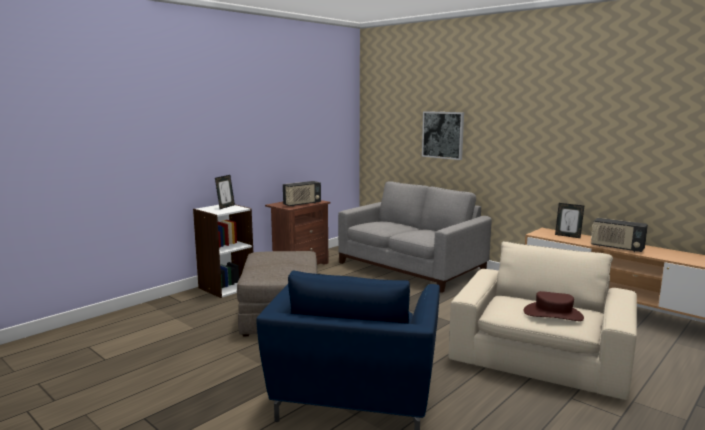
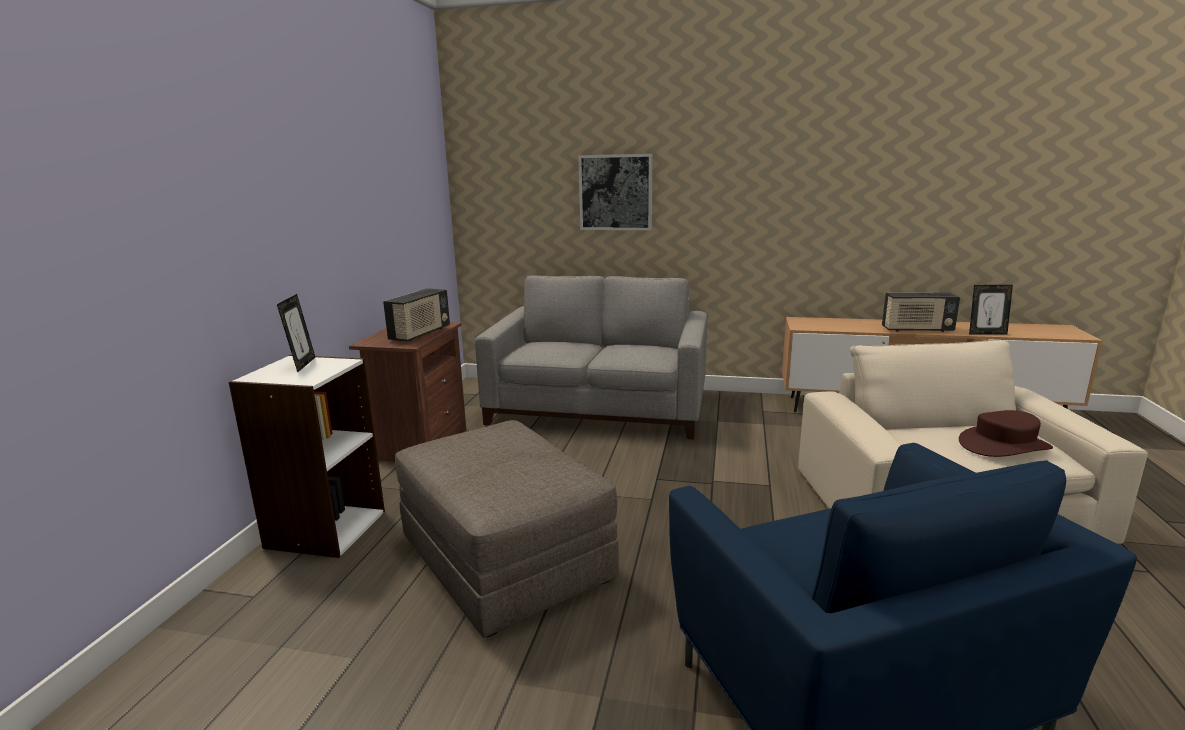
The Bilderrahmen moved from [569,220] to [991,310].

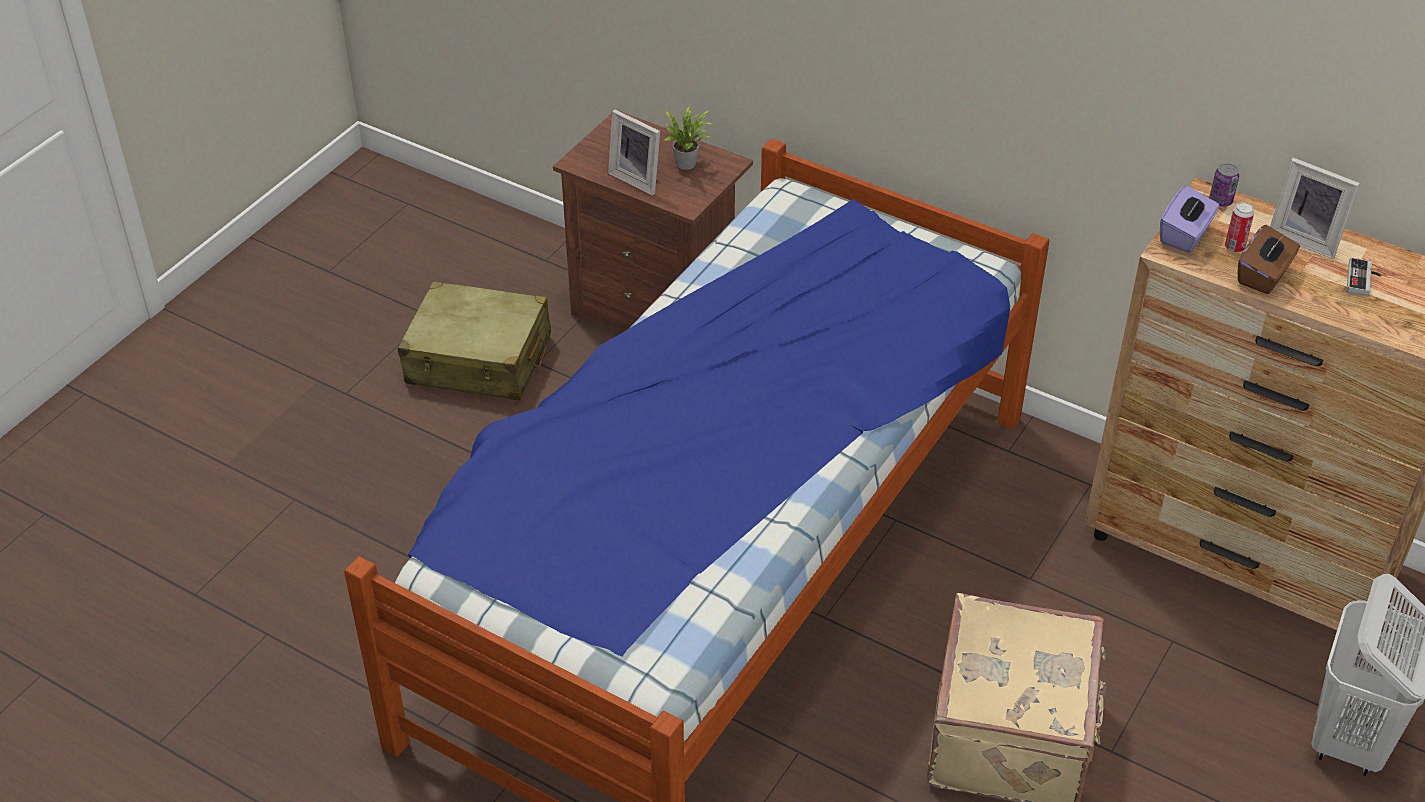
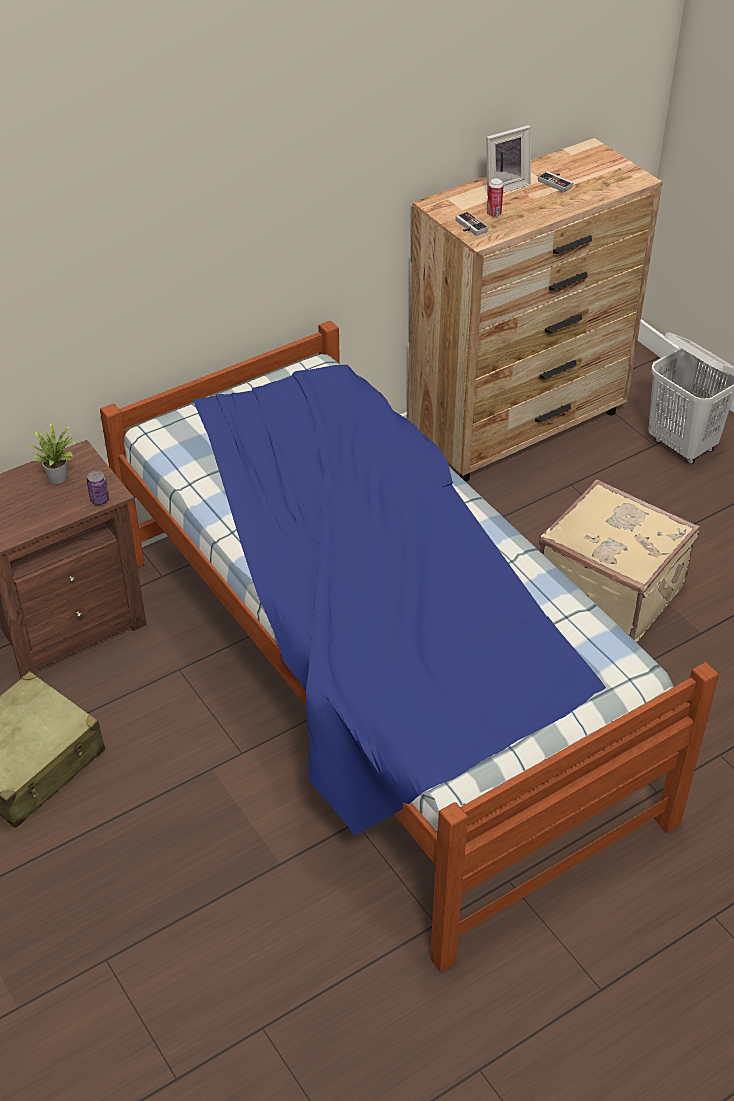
The Dose moved from [1224,185] to [98,488].
The Taschentuchbox/lila at [1190,219] was replaced by the Gamepad at [472,224].
The Bilderrahmen at [634,152] disappeared.
The Taschentuchbox/braun at [1269,259] disappeared.

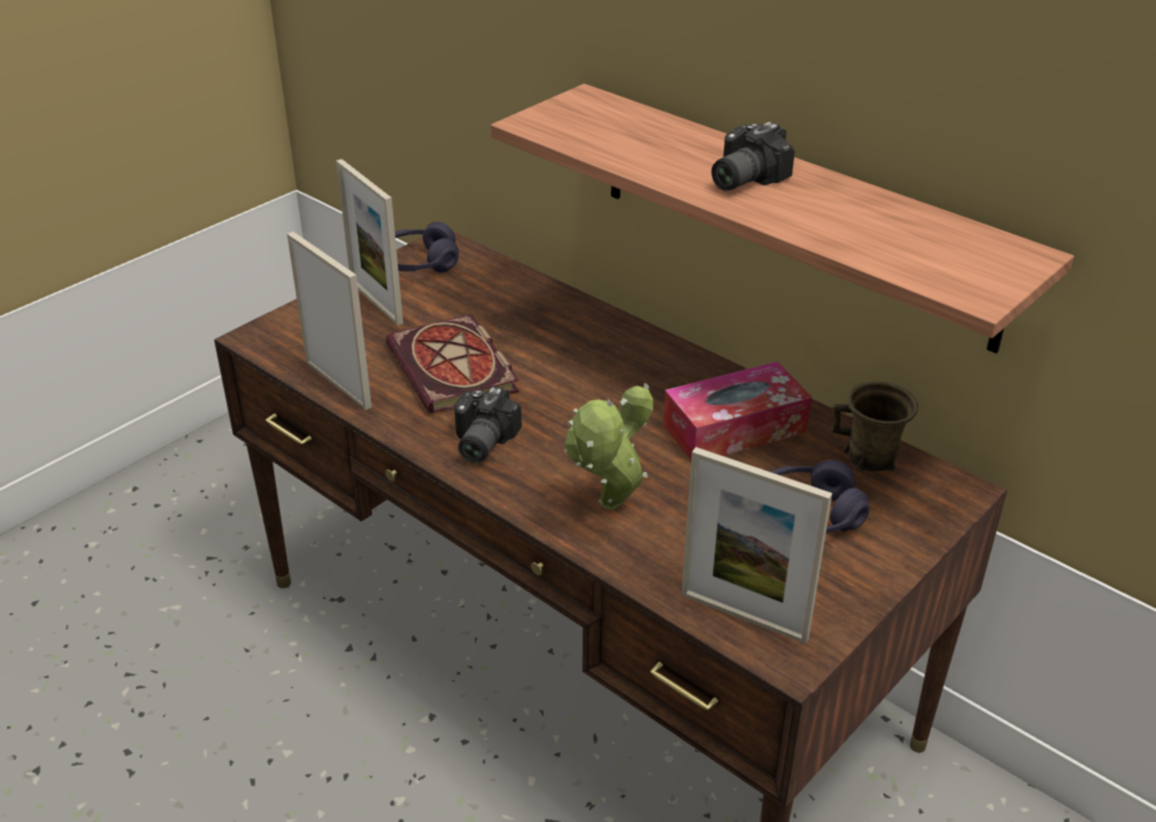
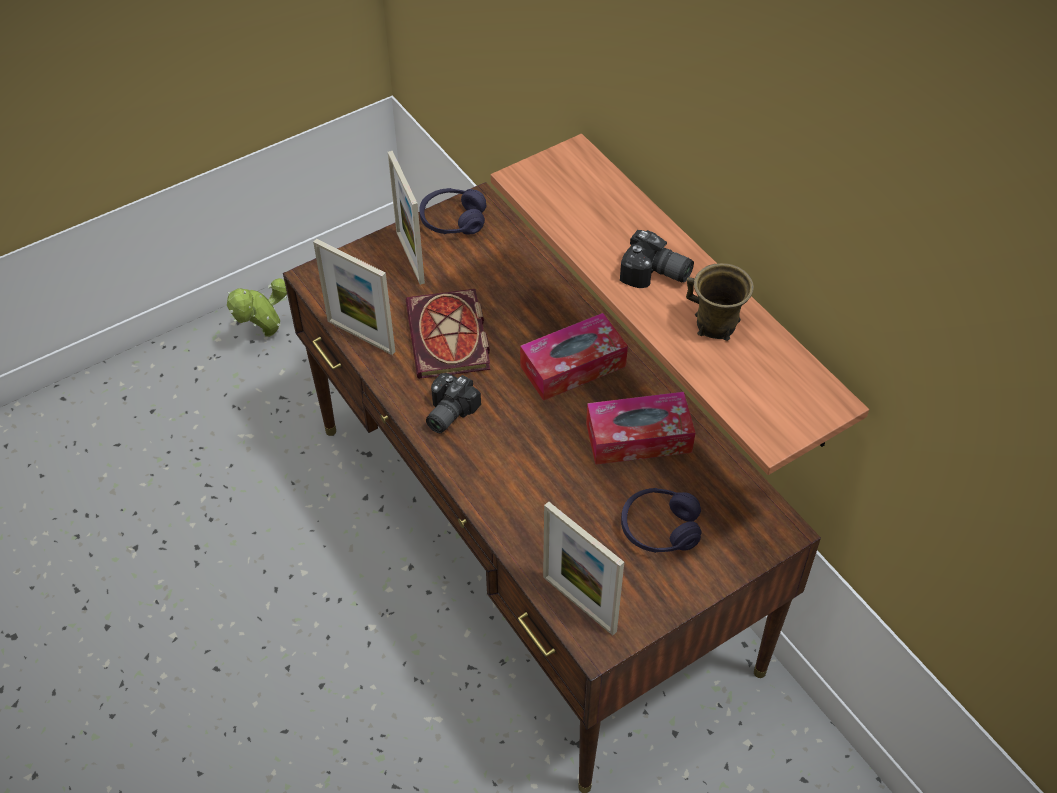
The Topfpflanze moved from [608,446] to [257,307].
The Bilderrahmen at [329,321] turned 150 degrees clockwise.
The Taschentuchbox at [574,357] appeared.
The Kamera at [753,156] turned 120 degrees counterclockwise.
The Henkelbecher/braun moved from [874,426] to [720,302].

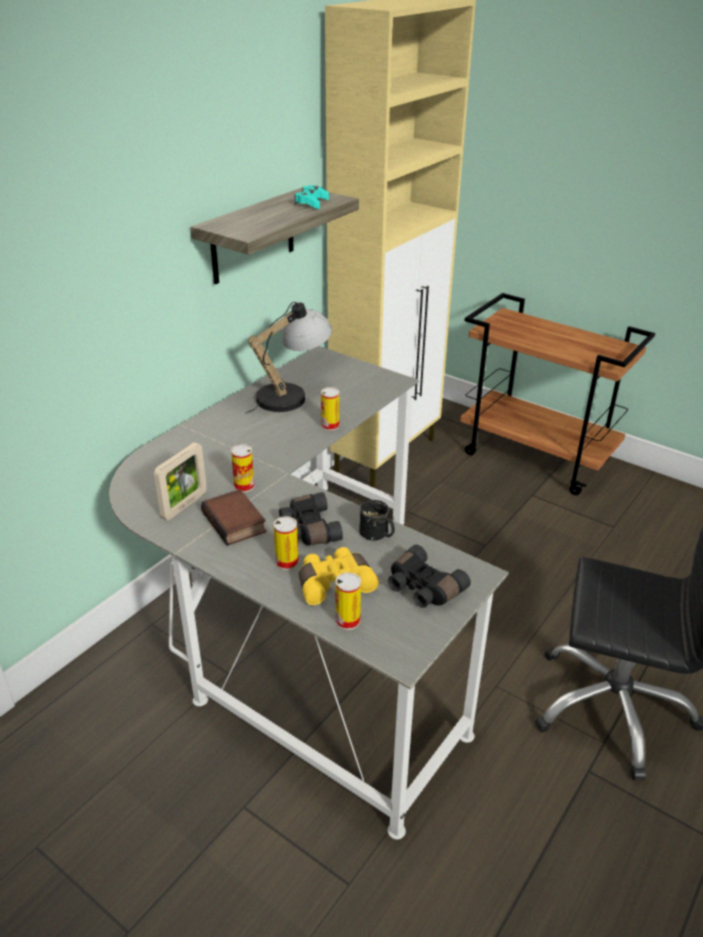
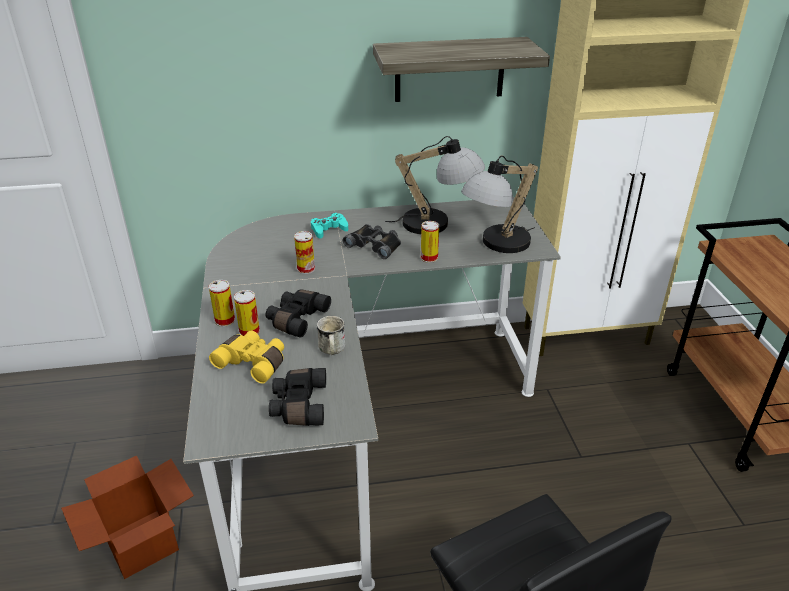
The Karton at [127,517] appeared.
The Dose moved from [348,601] to [222,303].
The Gamepad/türkis moved from [312,197] to [329,226].
The Henkelbecher/schwarz at [377,520] became the Henkelbecher/weiß at [331,335].
The Fernglas/schwarz at [372,241] appeared.
The Tischlampe at [499,204] appeared.
The Bilderrahmen at [180,481] disappeared.
The Buch at [233,517] disappeared.

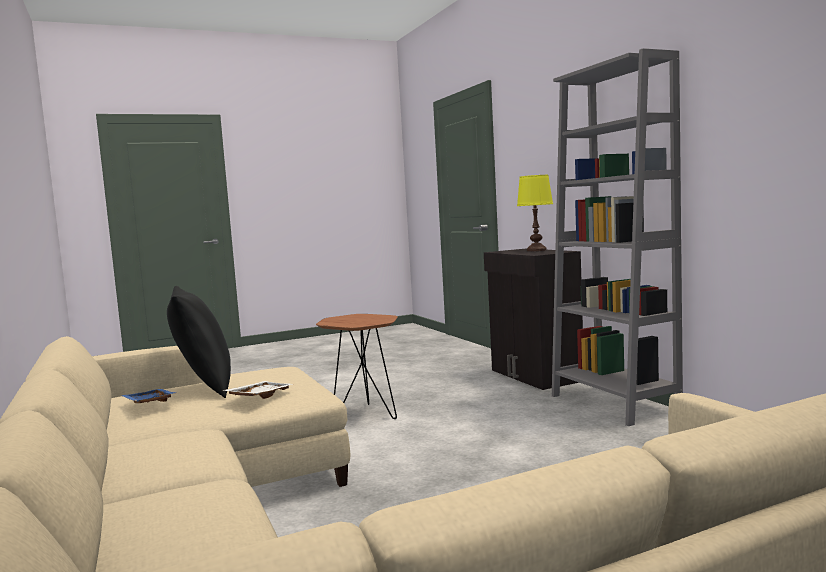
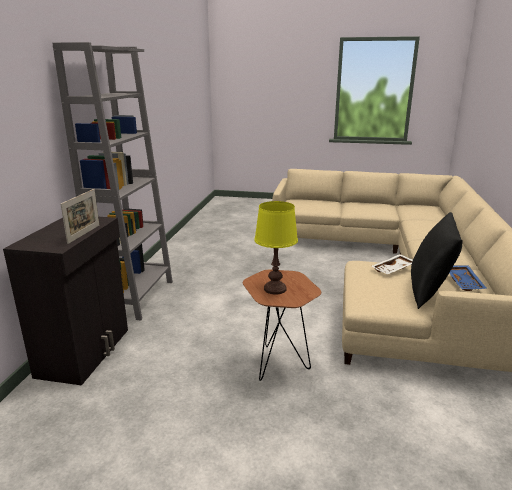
The Bilderrahmen at [80,216] appeared.
The Tischlampe/gelb moved from [535,213] to [276,248].

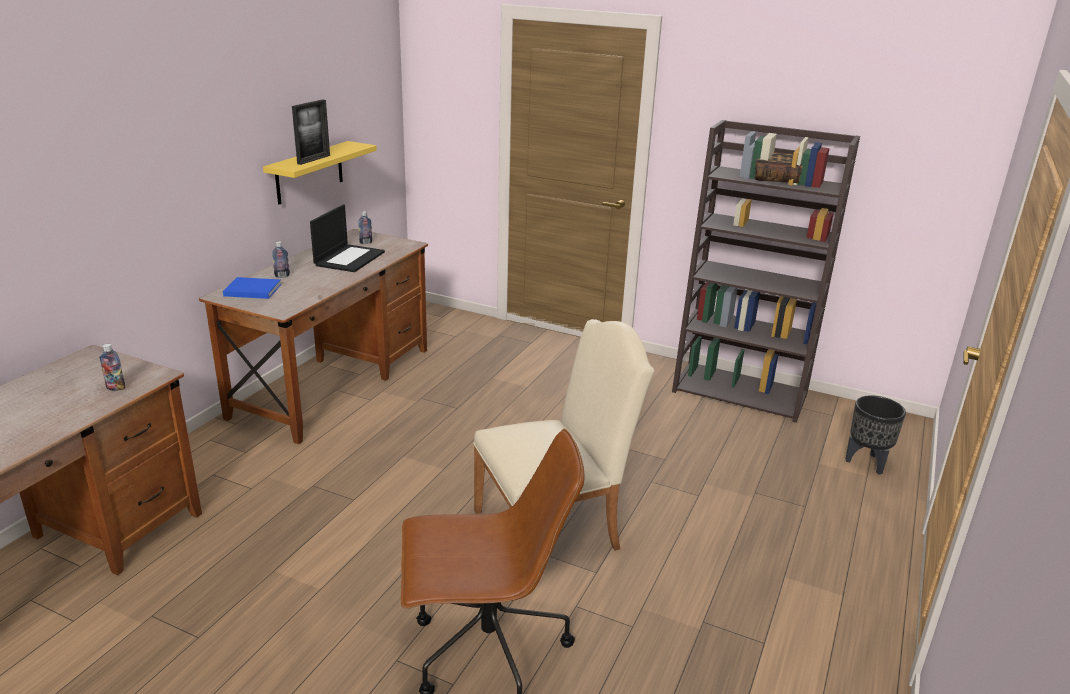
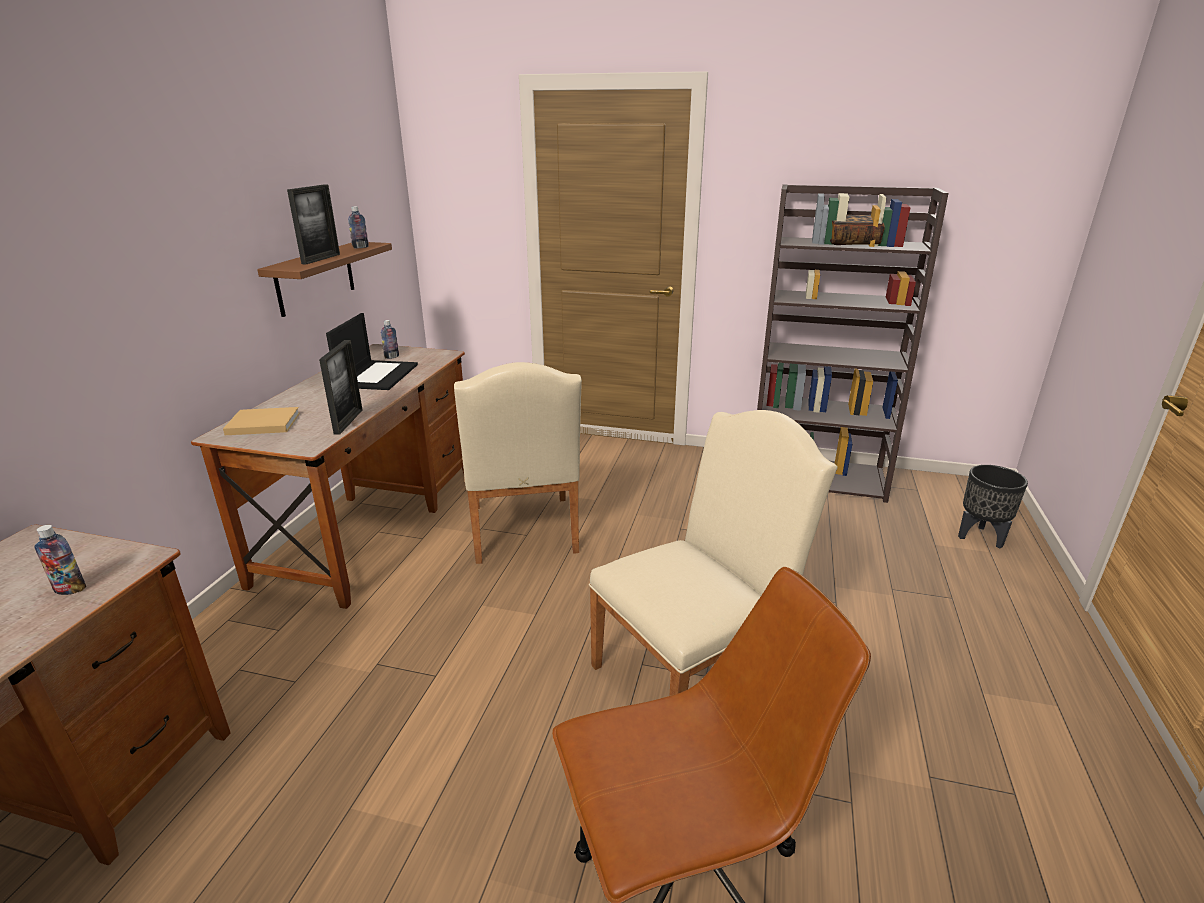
The Buch/blau at [252,288] became the Buch/beige at [261,421].
The Wandregal/gelb at [320,172] became the Wandregal/braun at [324,279].
The Bilderrahmen at [340,387] appeared.
The Flasche moved from [281,259] to [358,227].
The Stuhl/beige at [518,463] appeared.

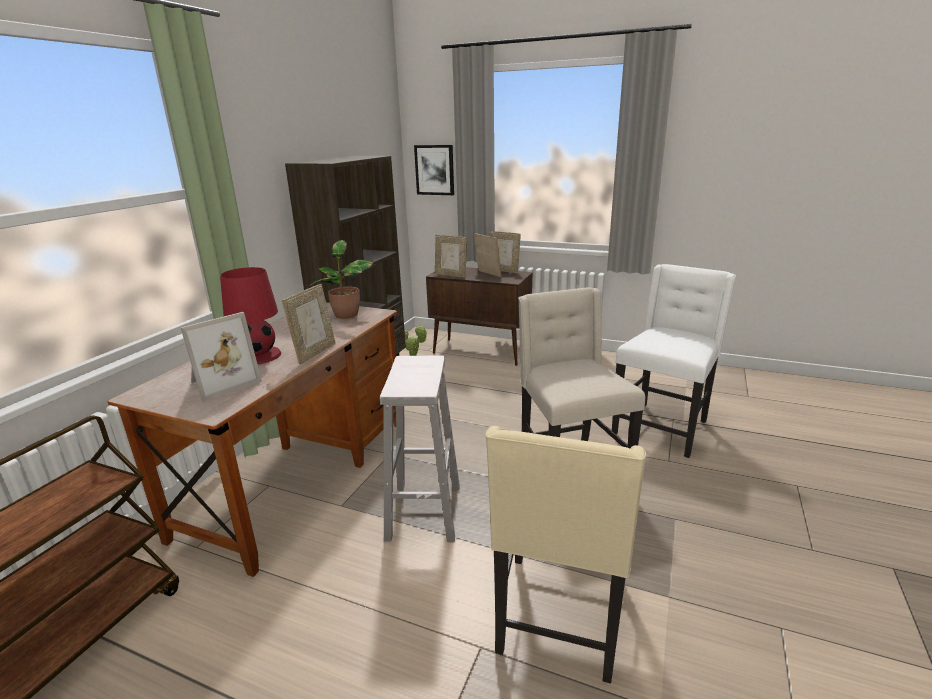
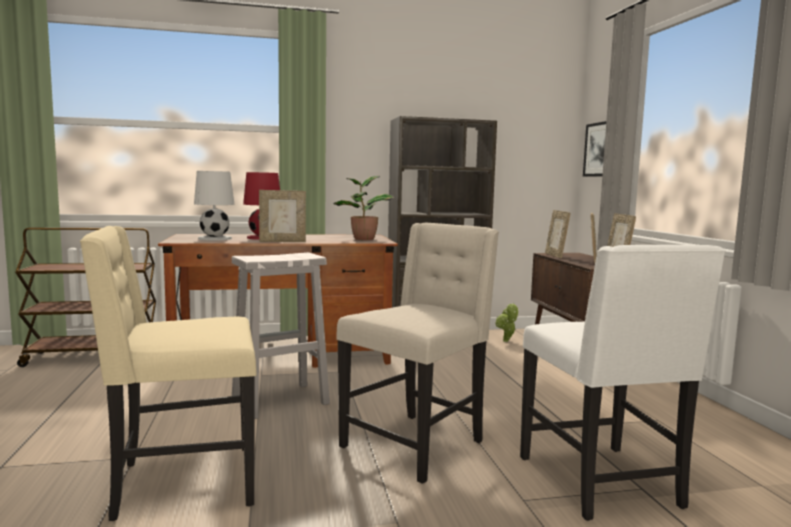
The Bilderrahmen at [221,357] was replaced by the Tischlampe/weiß at [214,206].
The Stuhl/weiß at [674,361] turned 75 degrees clockwise.

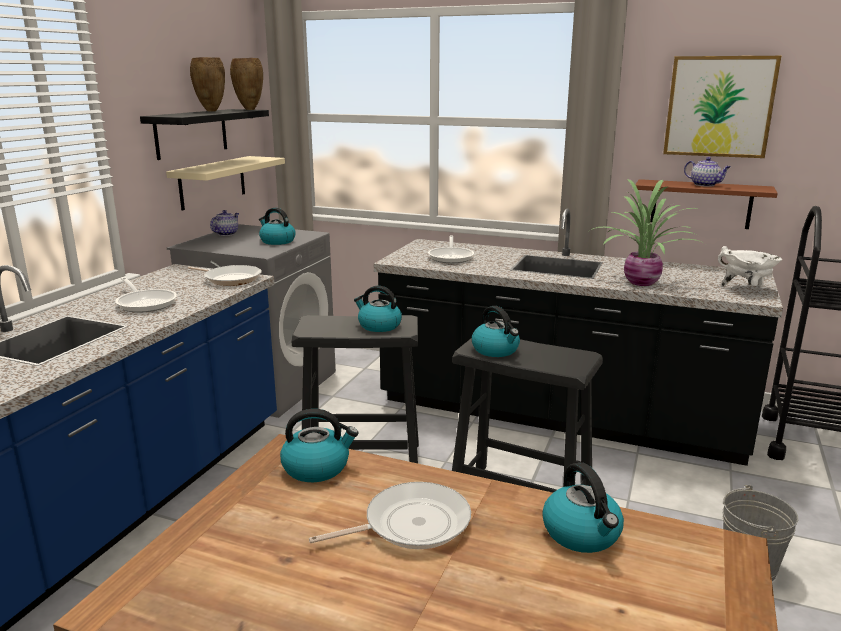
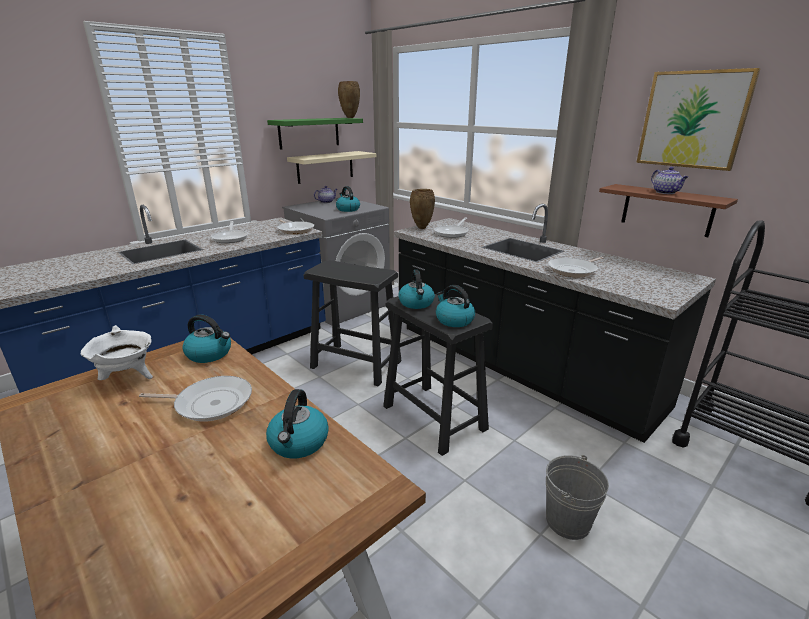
The Kochtopf/weiß moved from [750,266] to [117,352].
The Wandregal/schwarz at [204,134] became the Wandregal/grün at [315,134].
The Vase/braun moved from [207,84] to [422,209].
The Wasserkessel moved from [378,309] to [455,306].
The Topfpflanze at [648,232] was replaced by the Pfanne at [575,267].

